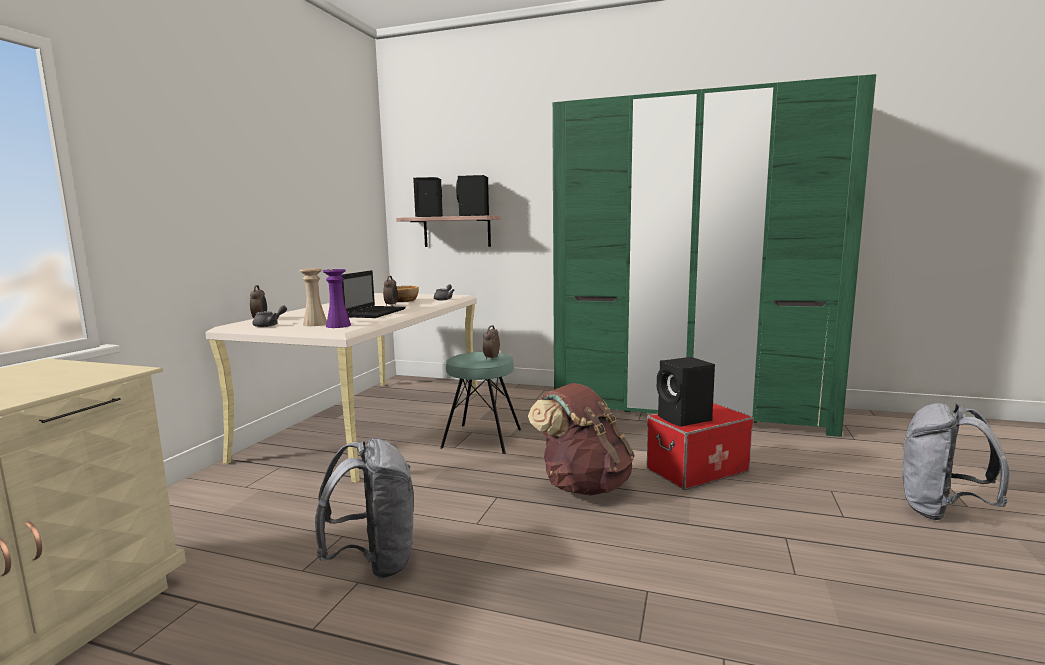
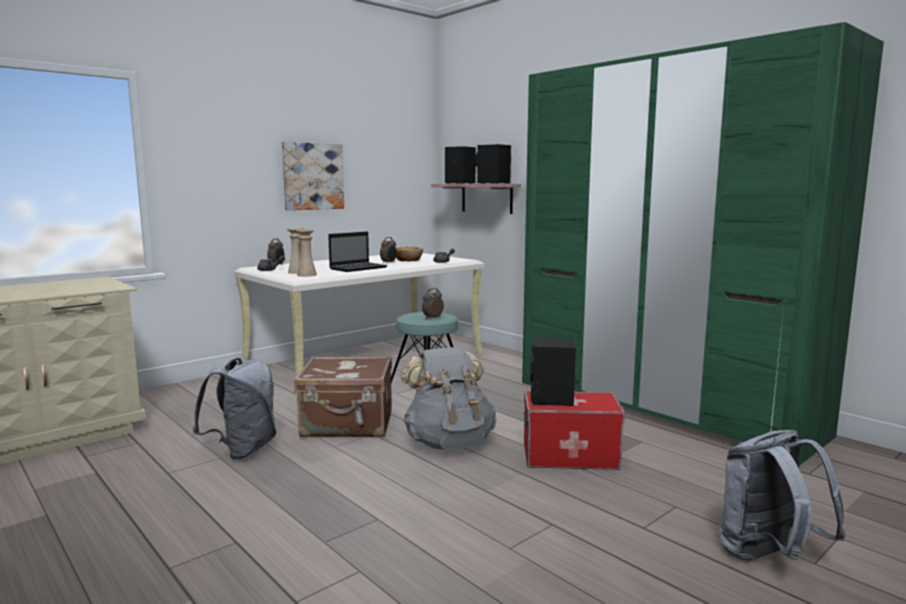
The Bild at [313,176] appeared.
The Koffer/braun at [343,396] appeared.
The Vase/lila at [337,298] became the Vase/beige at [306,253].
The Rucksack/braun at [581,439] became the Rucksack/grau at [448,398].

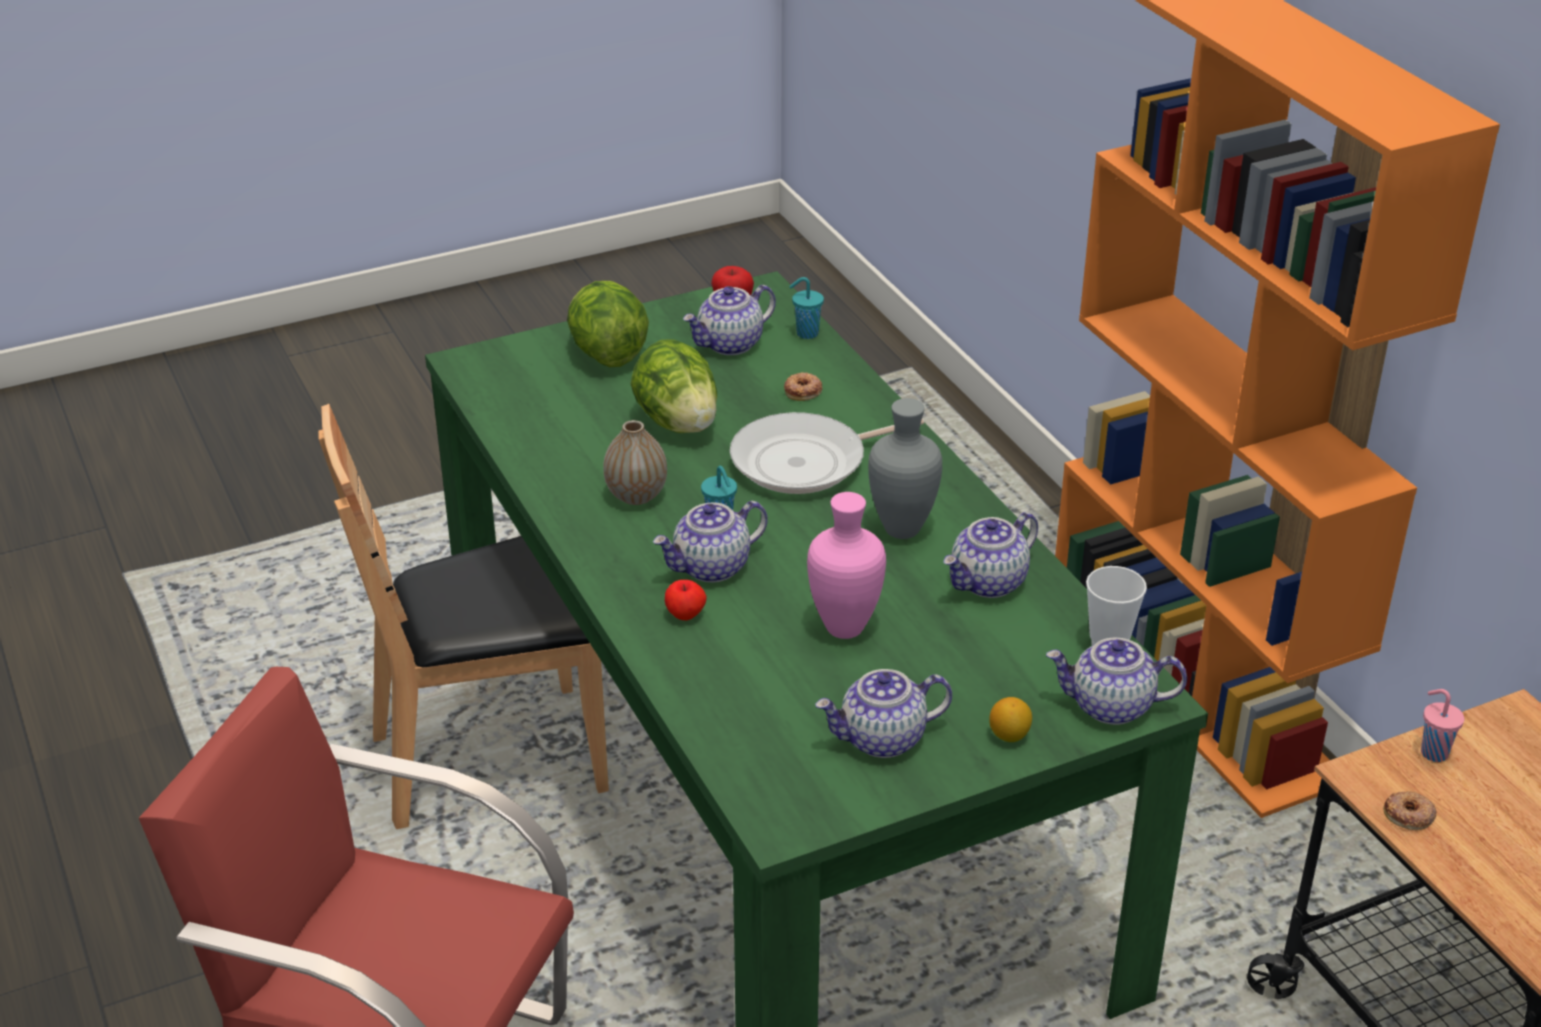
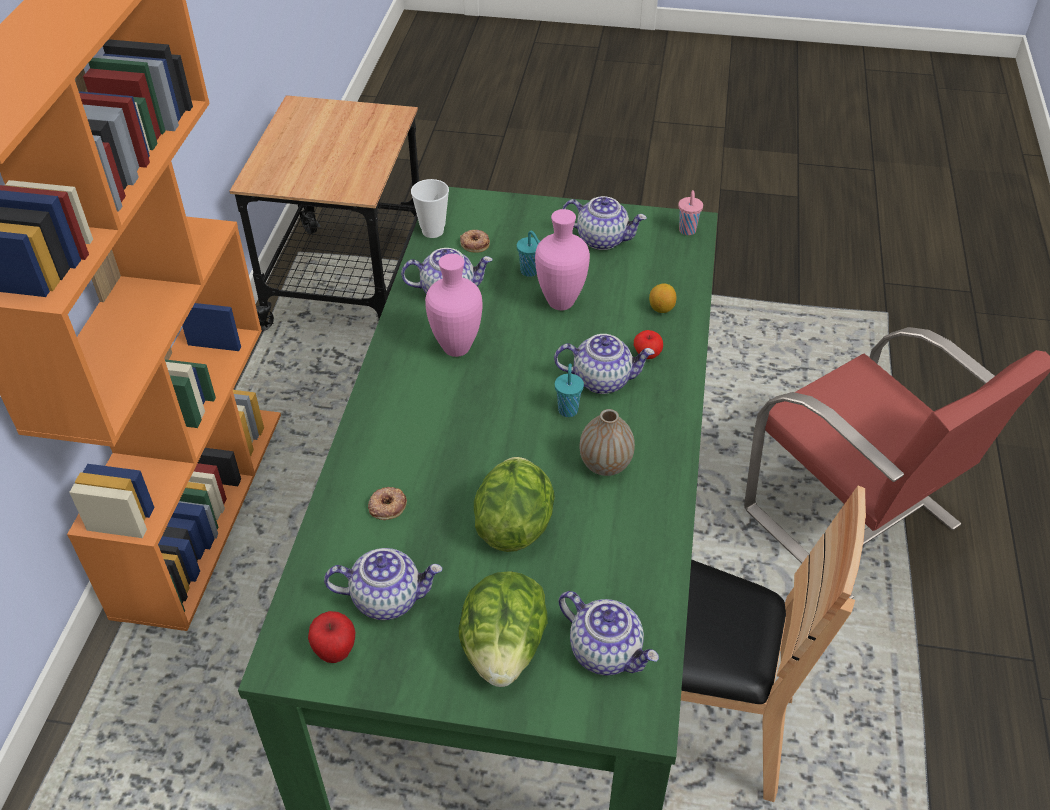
The Vase/grau at [905,468] became the Vase/rosa at [454,305].
The Donut moved from [1410,810] to [475,241].
The Tasse/türkis moved from [806,308] to [528,254].
The Teekanne moved from [1116,681] to [609,633].
The Zitrone moved from [1010,719] to [663,298].
The Tasse/rosa moved from [1442,725] to [690,212].
The Pfanne at [827,453] disappeared.

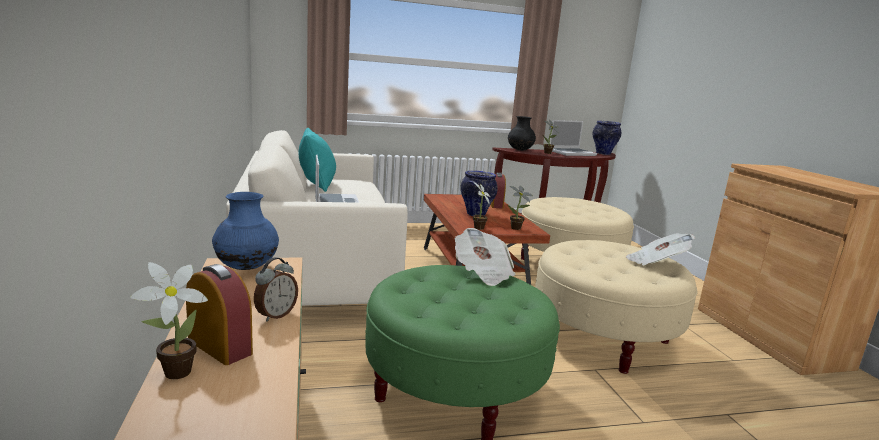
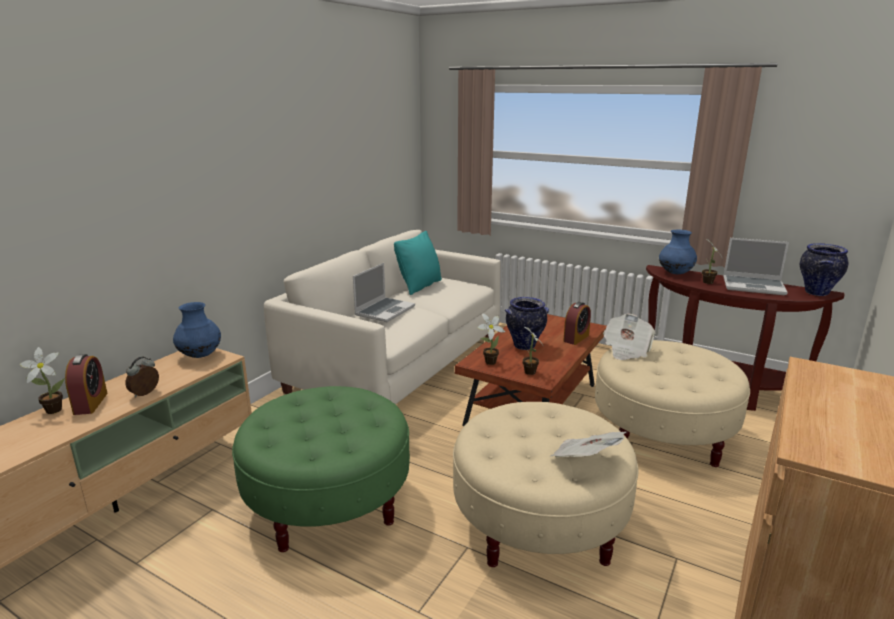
The Wecker at [276,289] turned 135 degrees clockwise.
The Zeitung moved from [485,257] to [629,337].
The Vase/schwarz at [522,133] became the Vase/blau at [678,252].

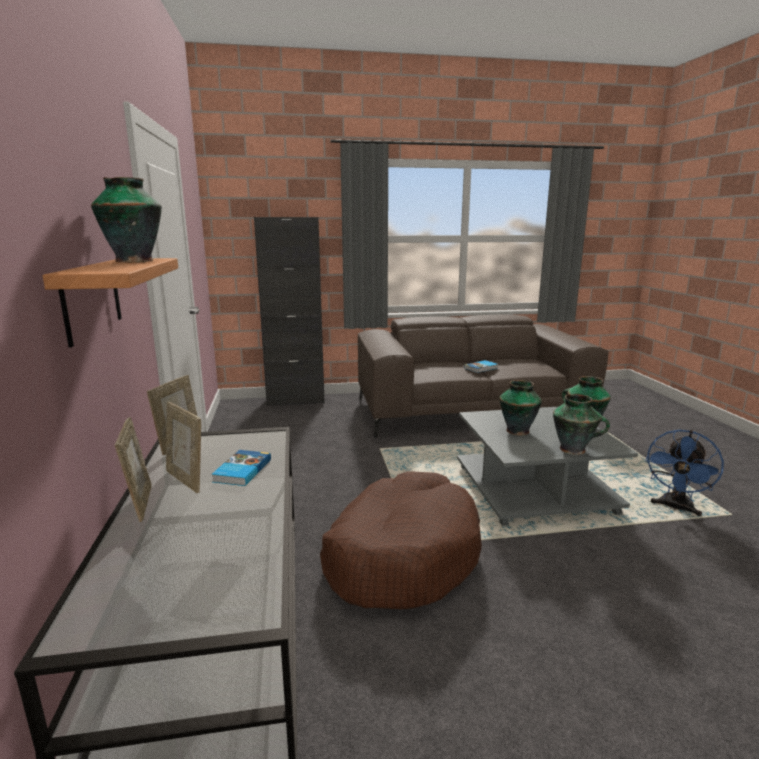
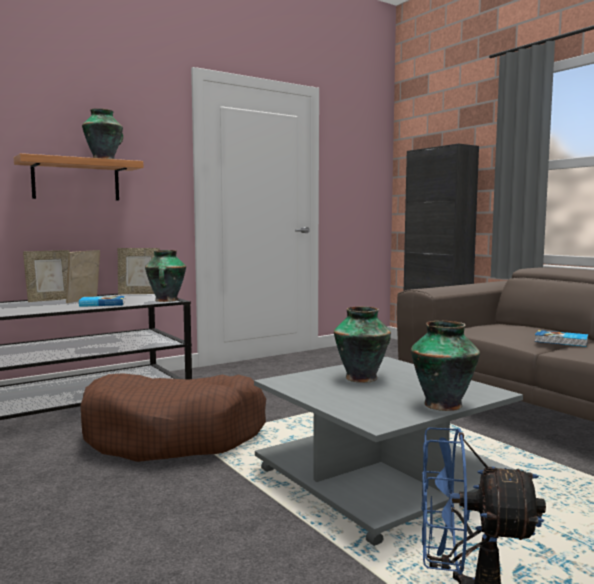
The Vase moved from [581,424] to [165,276].

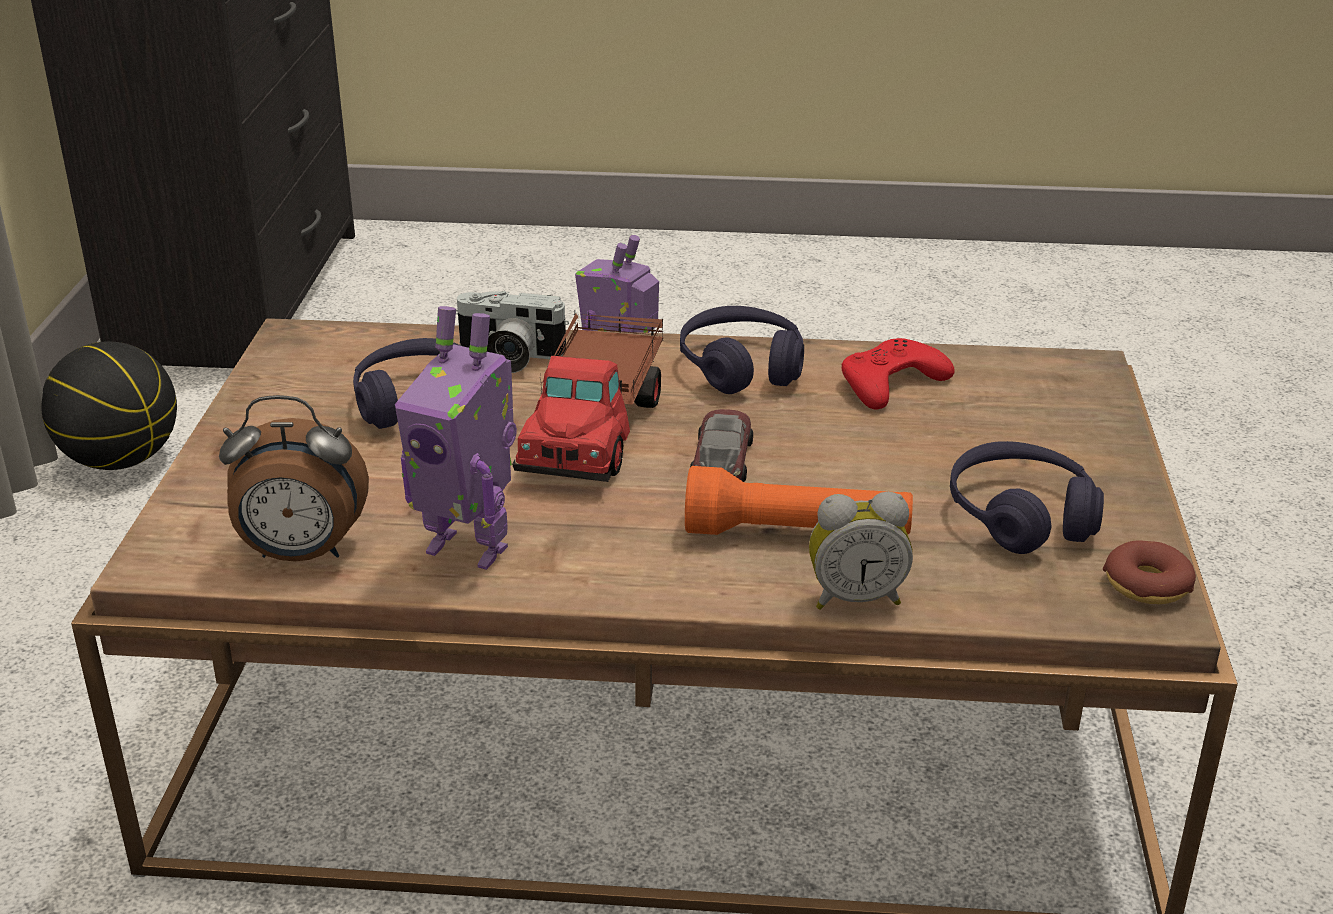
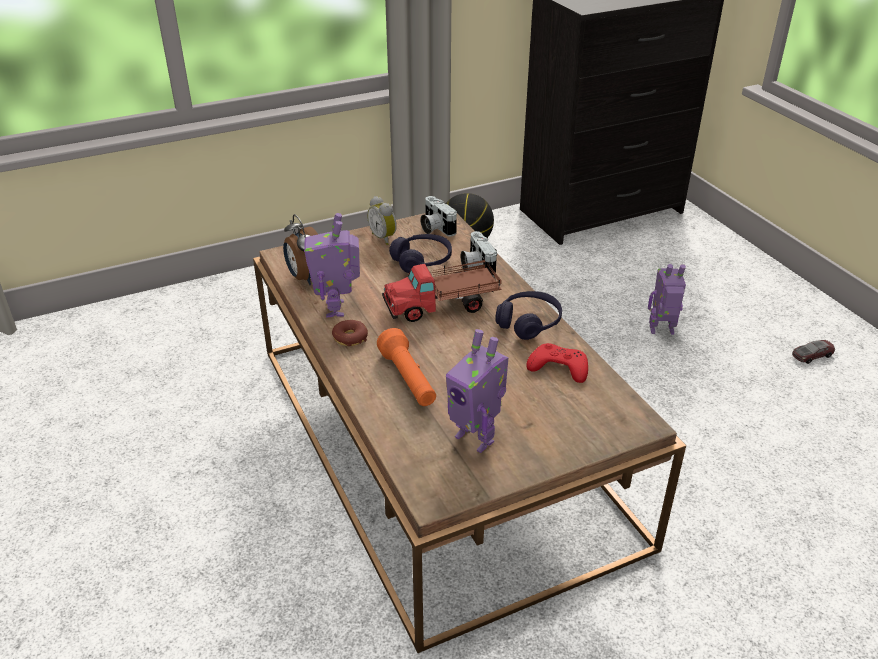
The Donut moved from [1149,572] to [350,333].
The Wecker moved from [861,551] to [382,220].
The Kamera at [438,216] appeared.
The Kopfhörer/lila at [1027,497] was replaced by the Spielzeugroboter at [477,391].
The Spielzeugauto moved from [721,445] to [813,352].

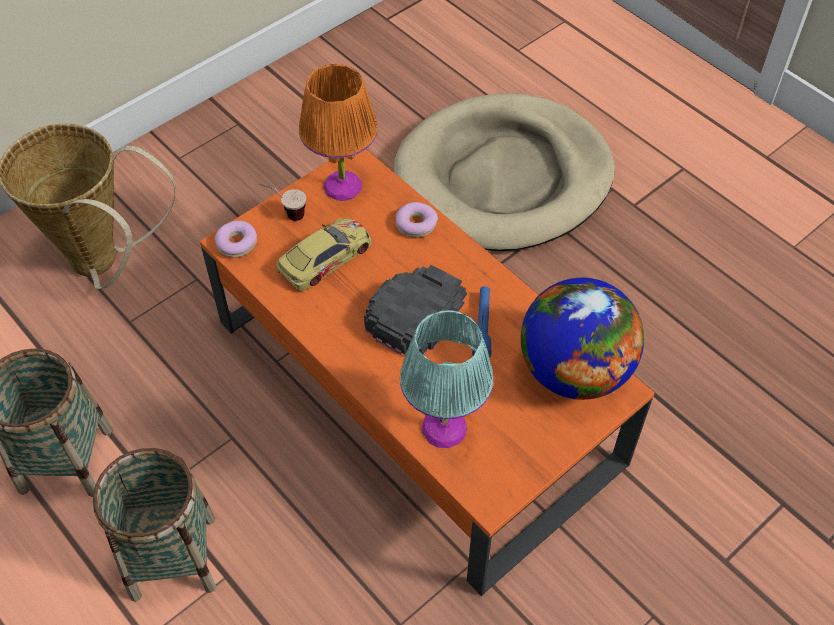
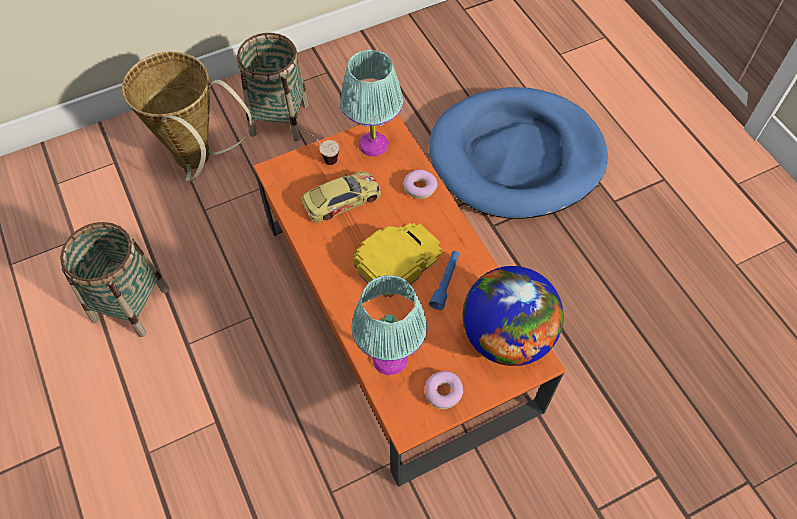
The Korb moved from [154,525] to [273,87].
The Tischlampe/orange at [338,132] became the Tischlampe/türkis at [371,103].
The Kappe/schwarz at [415,310] became the Kappe/gelb at [398,260].
The Donut moved from [236,239] to [444,390].
The Hundebett/beige at [504,172] became the Hundebett/blau at [518,153].

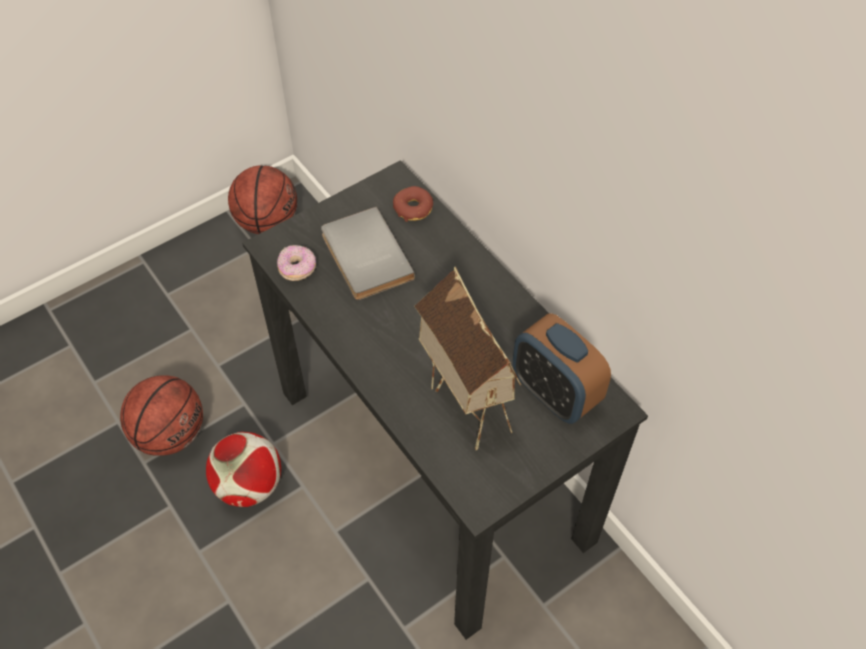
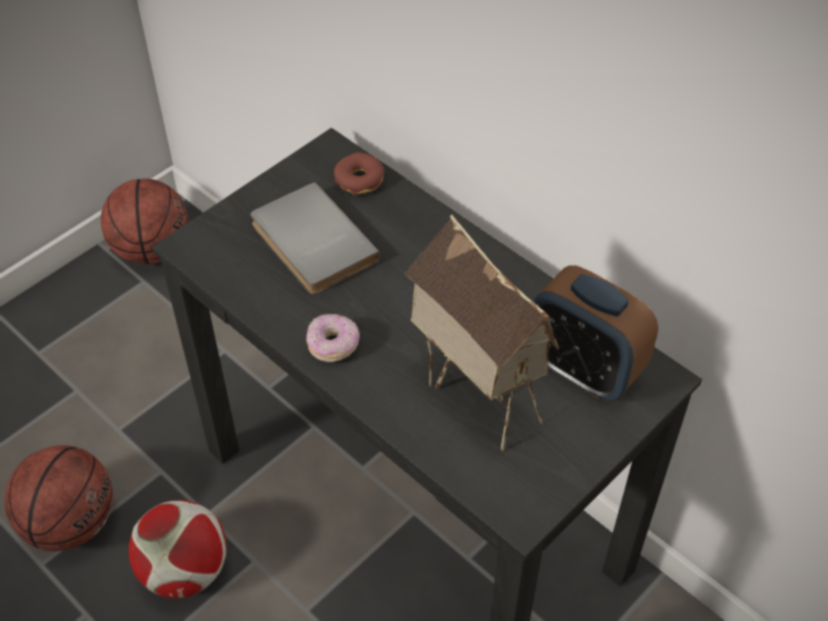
The Donut moved from [296,263] to [333,338].

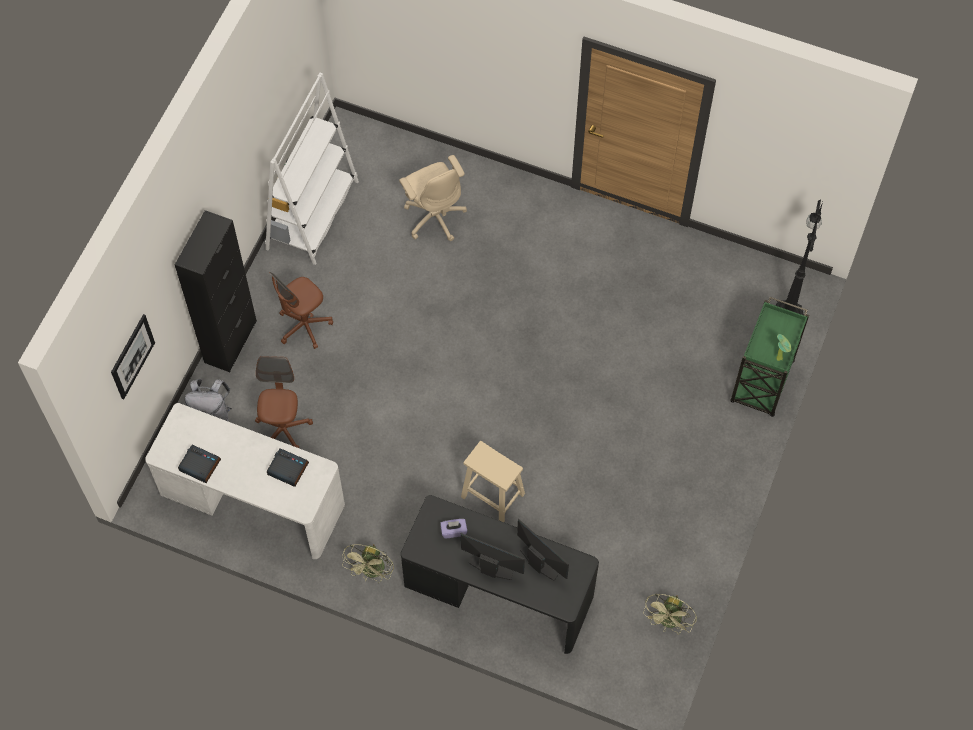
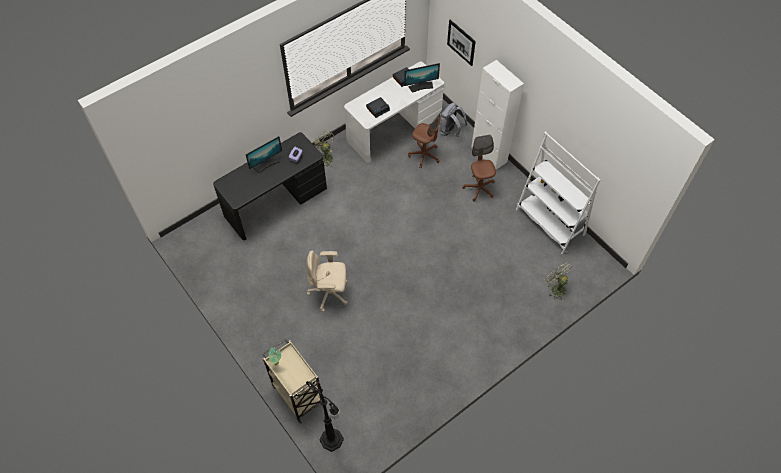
The Rollwagen/grün at [769,357] became the Rollwagen/beige at [292,381].
The Bürostuhl/beige moved from [433,198] to [327,281].
The Monitor moved from [543,550] to [422,78].
The Schrank/schwarz at [216,291] became the Schrank/weiß at [497,114].
The Ventilator/grün moved from [670,614] to [558,281].
The Hocker/beige at [493,481] disappeared.

